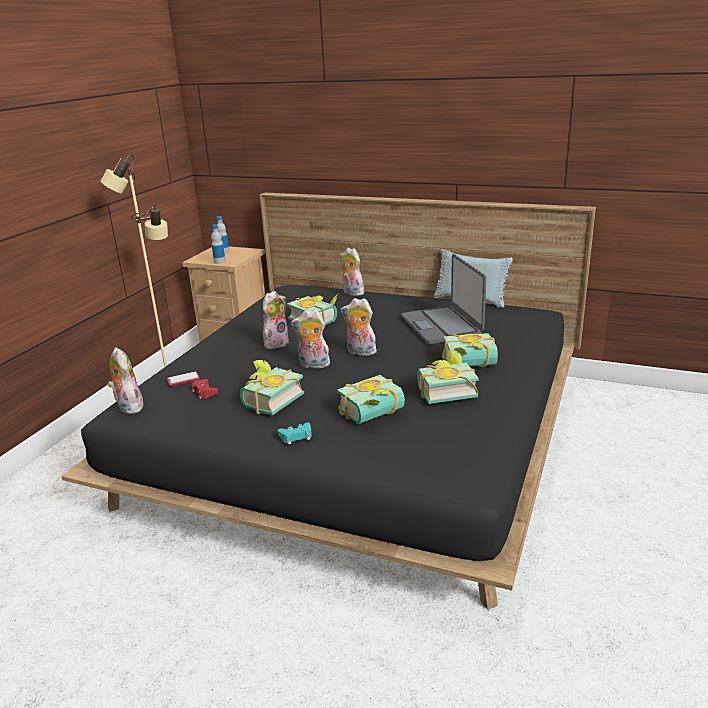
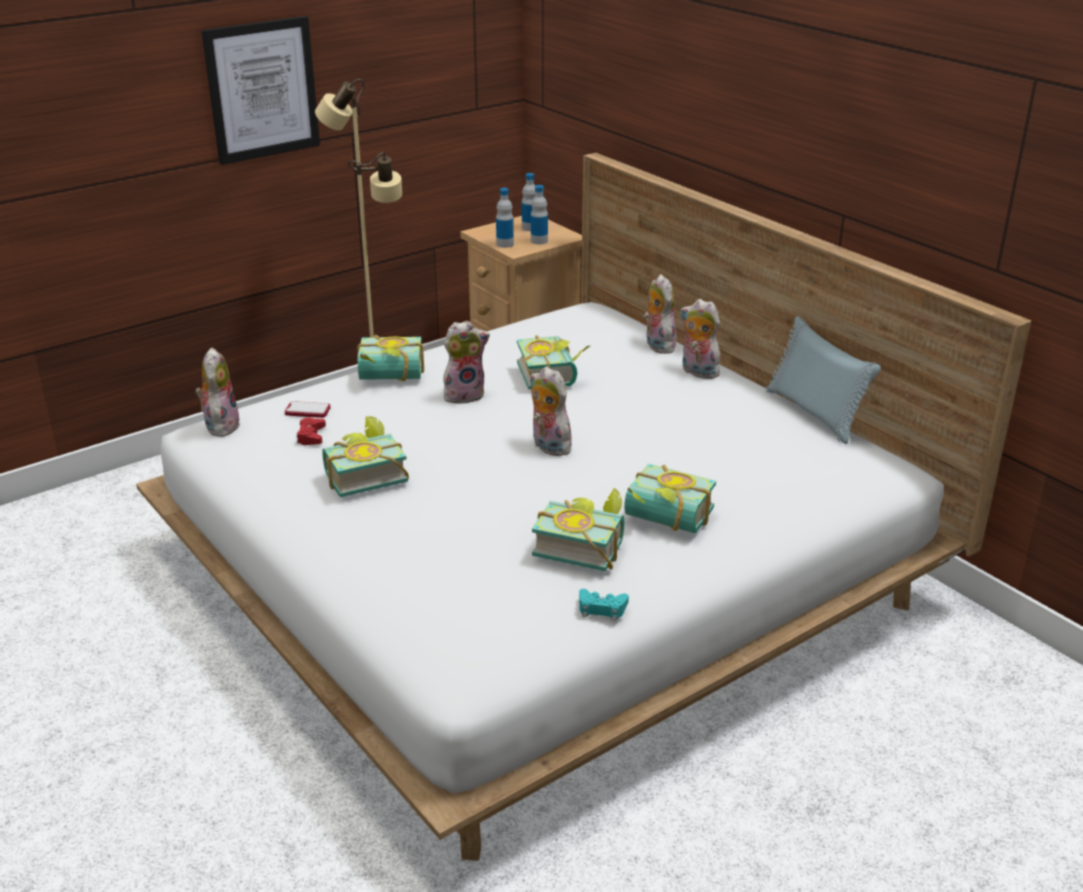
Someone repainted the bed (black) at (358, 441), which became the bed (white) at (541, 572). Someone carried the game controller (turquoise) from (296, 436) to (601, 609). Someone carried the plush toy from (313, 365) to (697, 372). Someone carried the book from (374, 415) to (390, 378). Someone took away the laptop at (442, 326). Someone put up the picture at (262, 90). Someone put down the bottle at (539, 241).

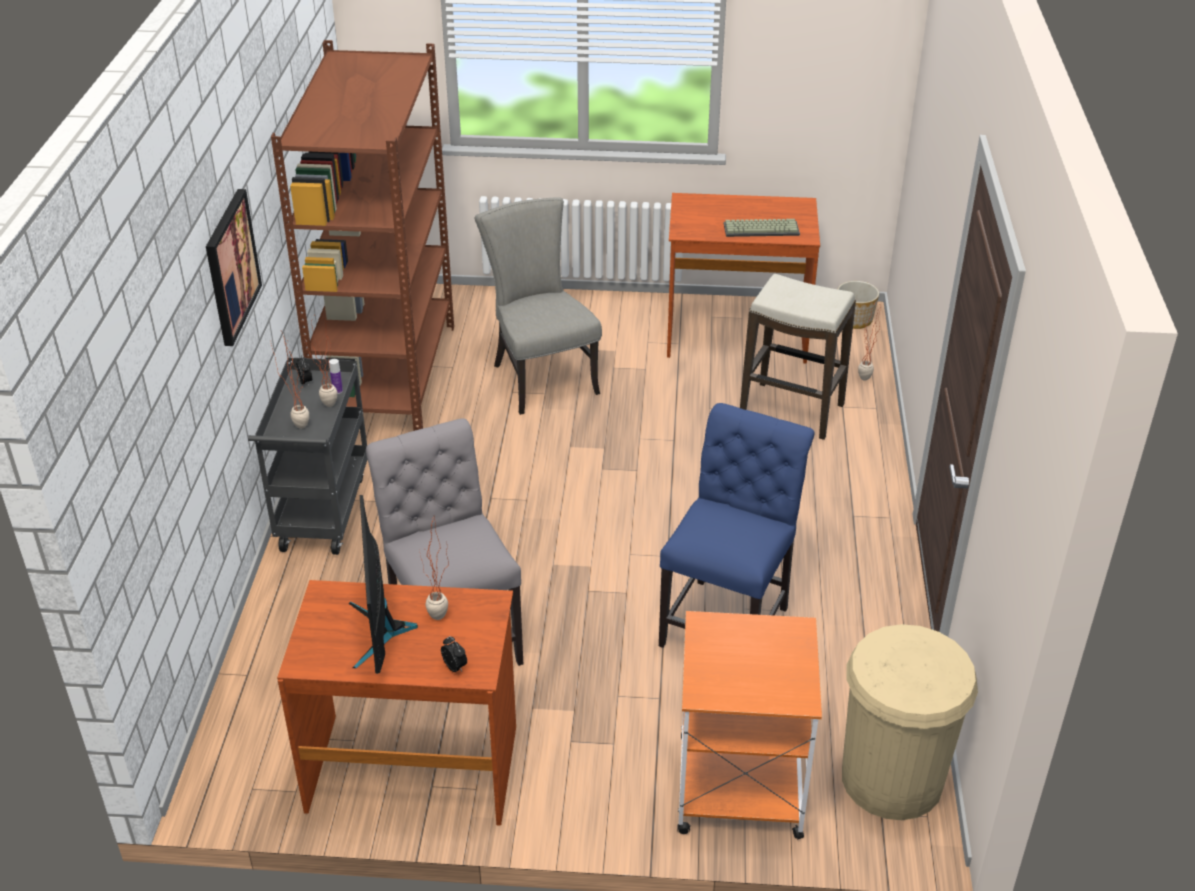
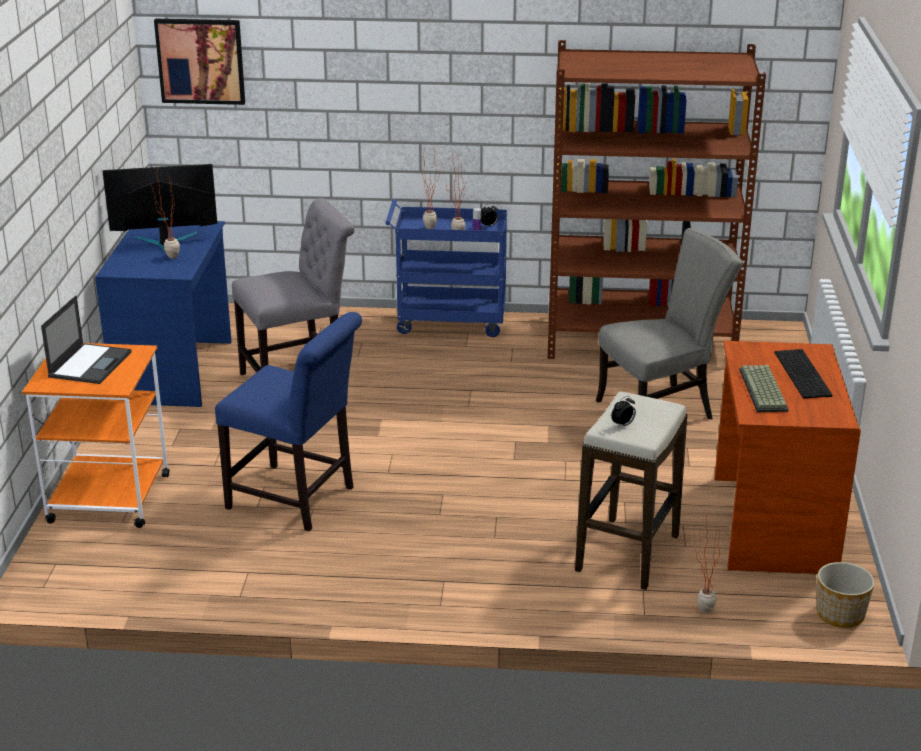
Someone carried the picture from (231, 266) to (200, 61). Someone repainted the cart (grey) at (323, 515), which became the cart (blue) at (448, 325). Someone repainted the desk (brown) at (414, 767), which became the desk (blue) at (175, 372). Someone carried the alarm clock from (455, 667) to (623, 425). Someone took away the trash can (beige) at (891, 779). Someone put down the laptop at (90, 364). Someone put down the keyboard at (804, 374).

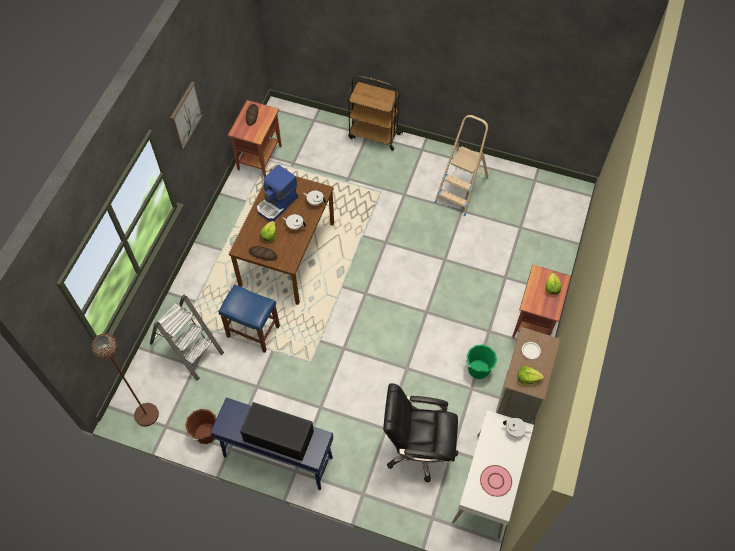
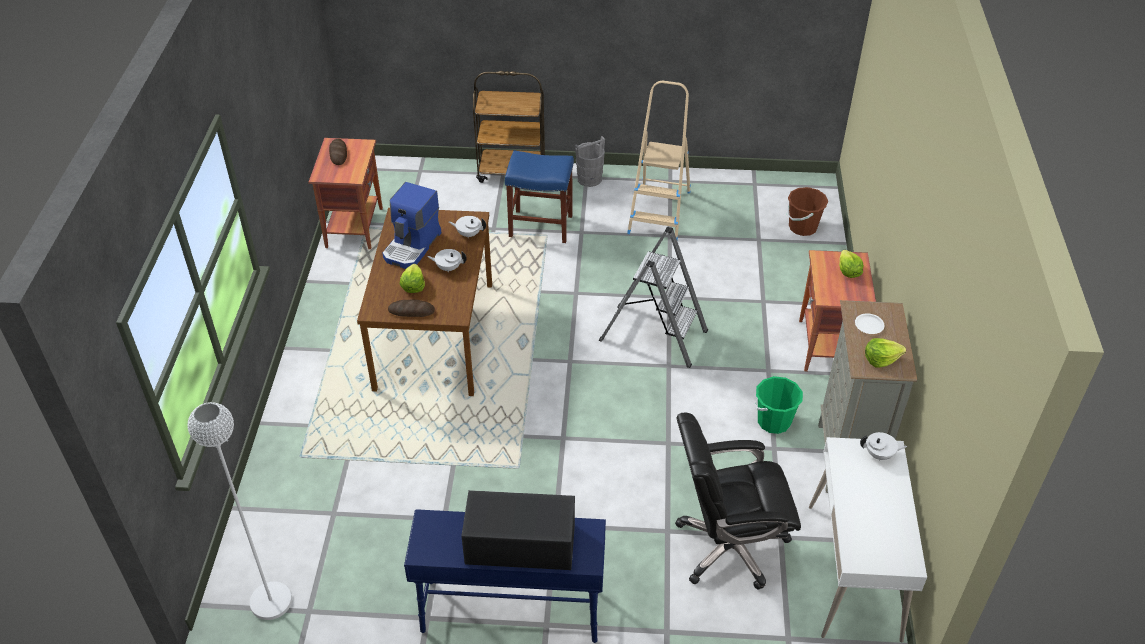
Someone repainted the floor lamp (brown) at (147, 414), which became the floor lamp (white) at (271, 601). Someone carried the step ladder (grey) from (186, 347) to (652, 334). Someone took away the picture at (185, 115). Someone carried the bucket (brown) from (206, 433) to (802, 227). Someone carried the stool (blue) from (252, 331) to (539, 226). Someone took away the plate (pink) at (495, 481). Someone put down the bucket (grey) at (589, 179).

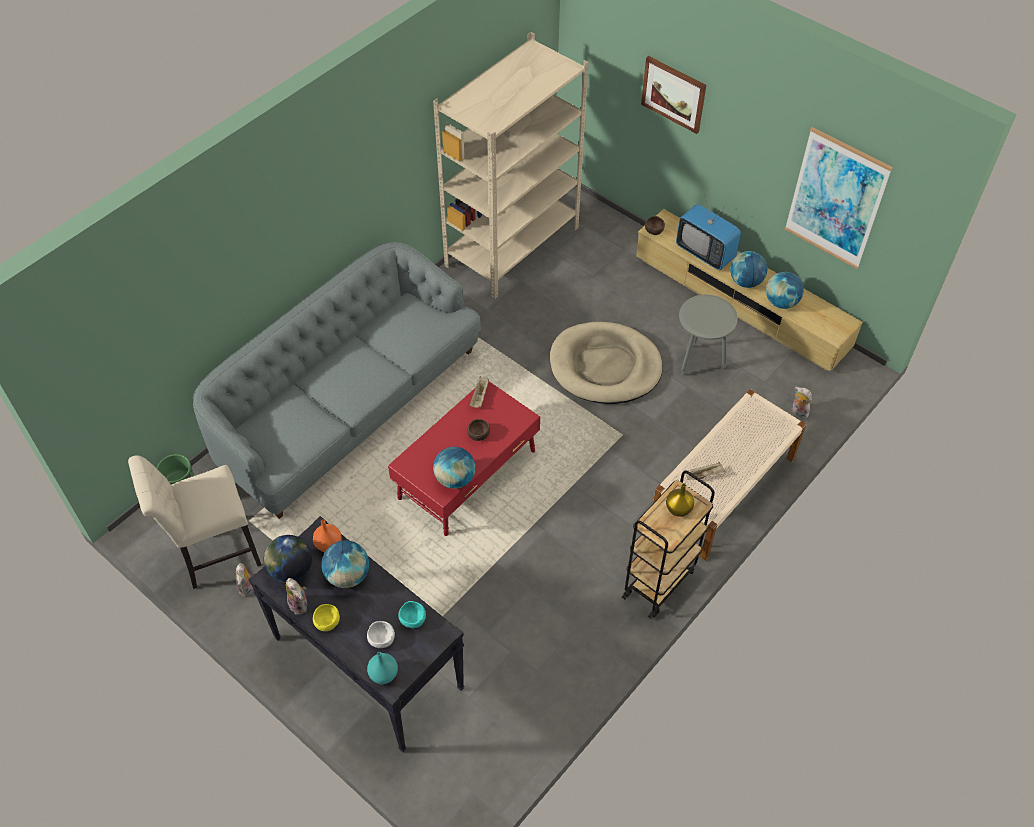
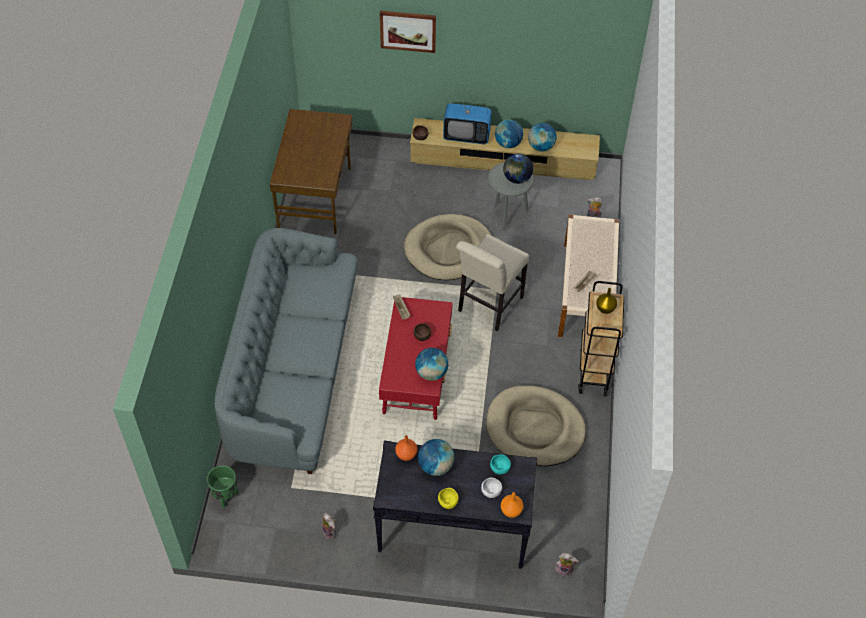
Someone carried the stool (beige) from (214, 553) to (488, 306). Someone carried the globe from (291, 570) to (517, 178). Someone carried the plush toy from (300, 604) to (565, 569). Someone repainted the vase (turquoise) at (383, 674), which became the vase (orange) at (510, 511). Someone swapped the bookcase (beige) at (512, 246) for the desk (brown) at (316, 197). Someone took away the picture at (836, 199). Someone put down the dog bed (beige) at (535, 428).

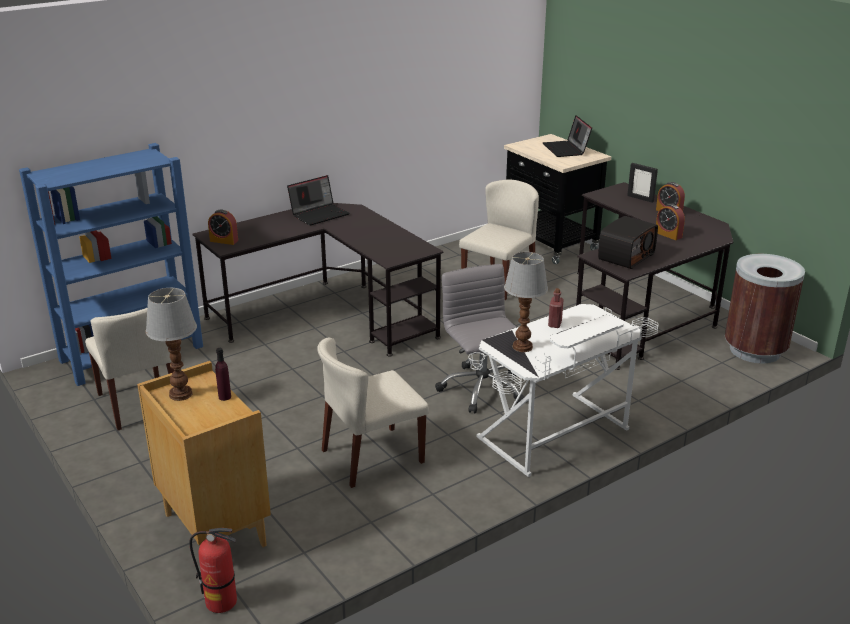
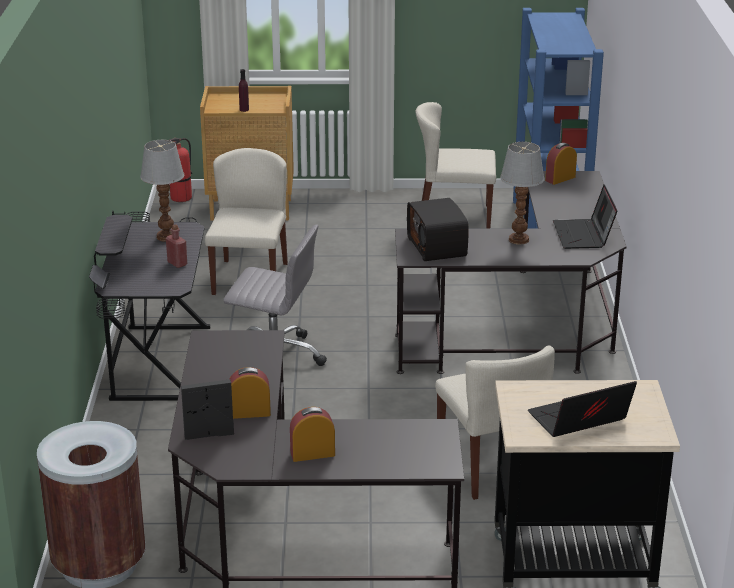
Someone carried the table lamp from (180, 394) to (518, 239). Someone repainted the desk (white) at (556, 435), which became the desk (black) at (156, 362). Someone rotated the laptop at (566, 149) by 45 degrees counterclockwise. Someone carried the radio from (625, 256) to (438, 247). Someone carried the picture frame from (640, 198) to (209, 435).

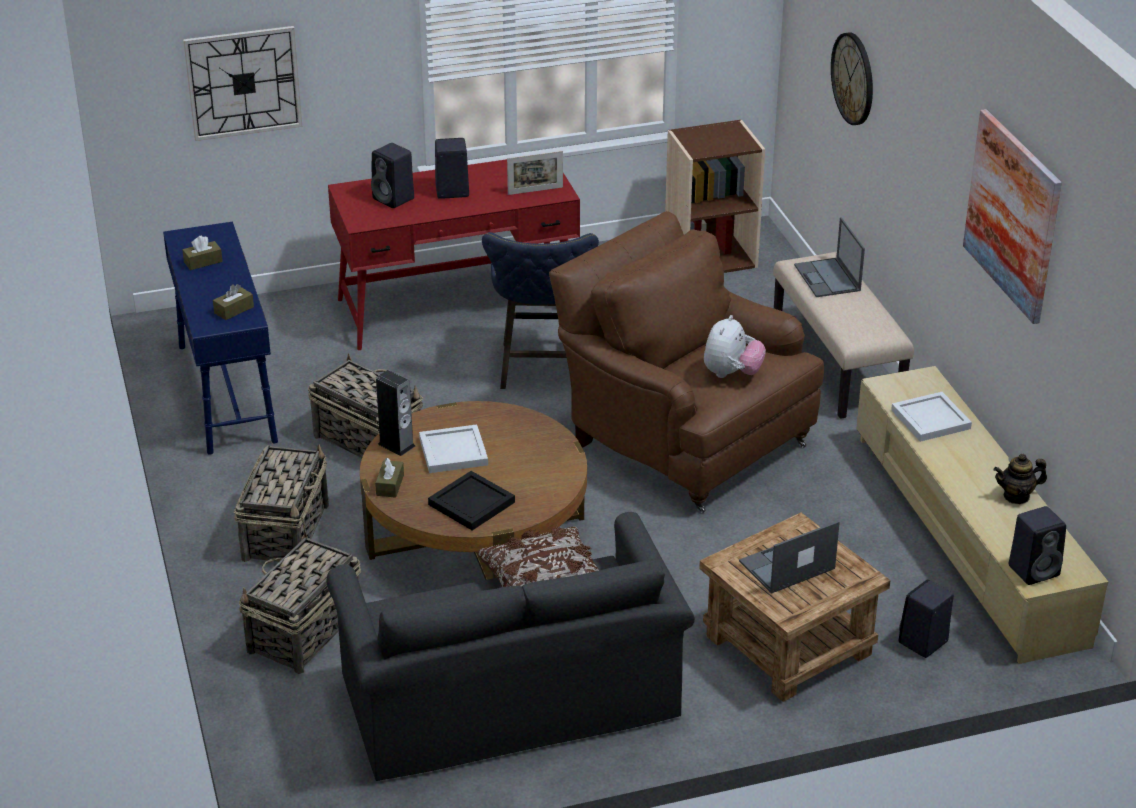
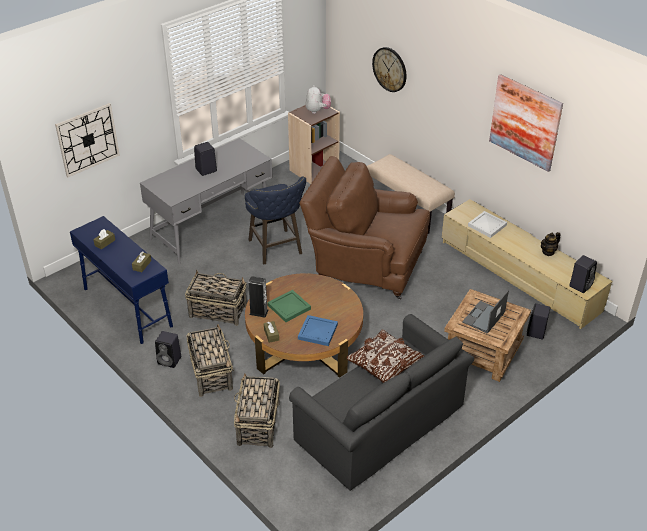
Someone repainted the desk (red) at (458, 307), which became the desk (grey) at (212, 227). Someone carried the speaker (black) from (394, 199) to (170, 360). Someone repainted the tray (white) at (454, 451), which became the tray (green) at (289, 306). Someone repainted the tray (black) at (473, 503), which became the tray (blue) at (318, 331). Someone took away the picture frame at (535, 191). Someone carried the plush toy from (731, 374) to (317, 111). Someone took away the laptop at (828, 278).

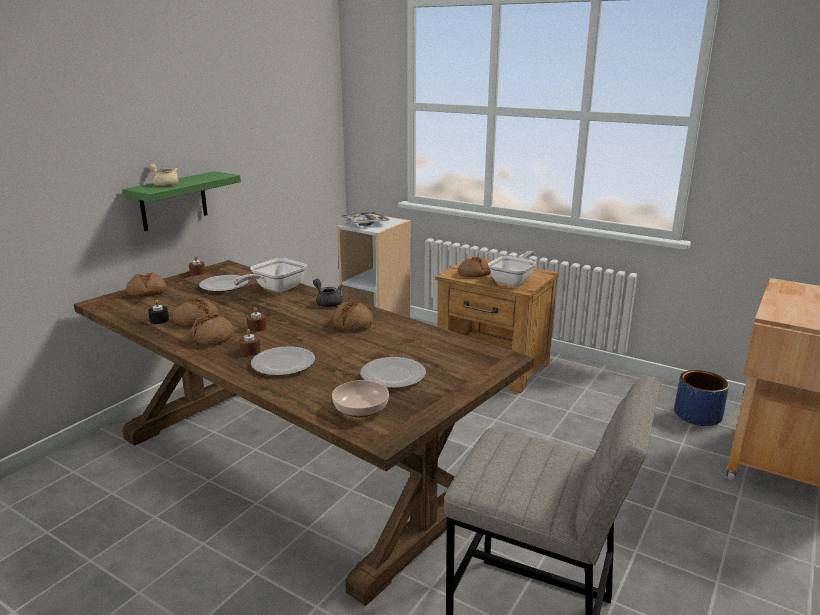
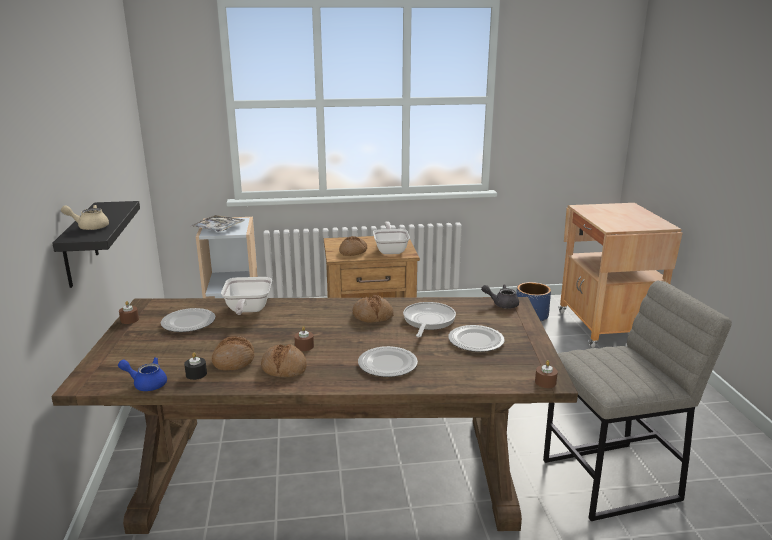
Someone repainted the shelf (green) at (173, 201), which became the shelf (black) at (79, 245). Someone took away the bread at (147, 292). Someone carried the candle (brown) from (250, 351) to (545, 382). Someone carried the teapot (grey) from (327, 302) to (501, 304). Someone took away the bowl at (361, 408). Someone put down the teapot (blue) at (146, 383). Someone put down the frying pan at (428, 321).

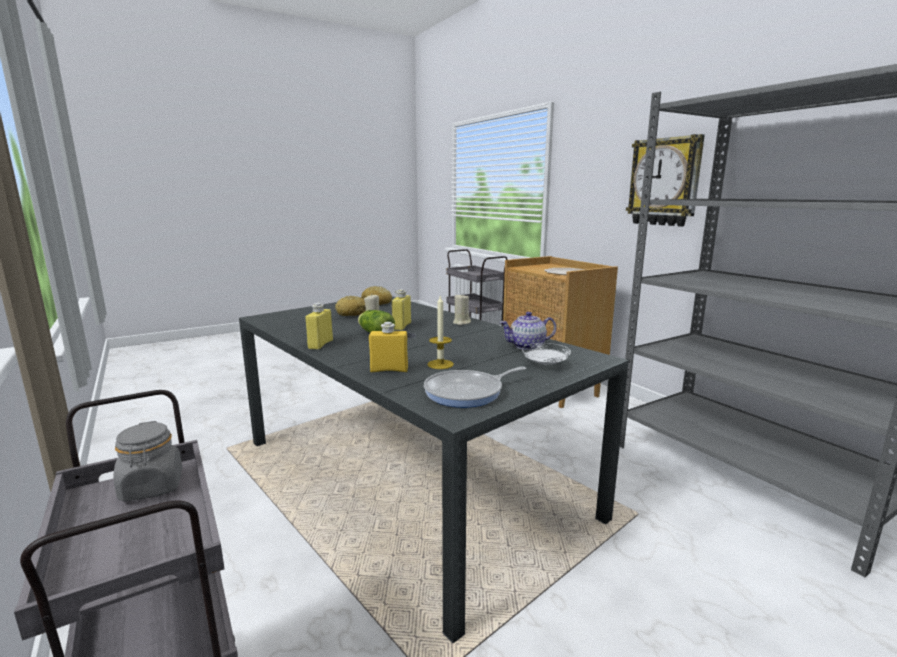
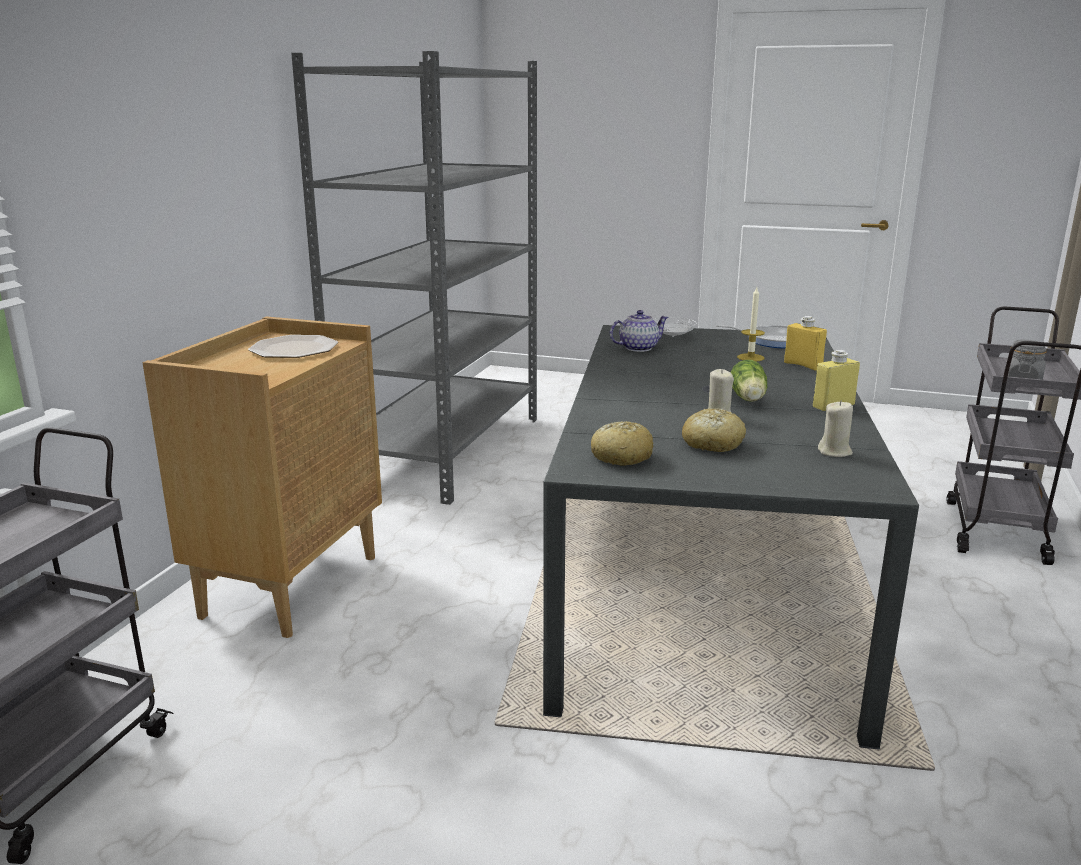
Someone took away the bottle (yellow) at (402, 326). Someone carried the candle (beige) from (461, 323) to (835, 452). Someone rotated the teapot at (527, 346) by 60 degrees counterclockwise. Someone took away the wall clock at (664, 182).

